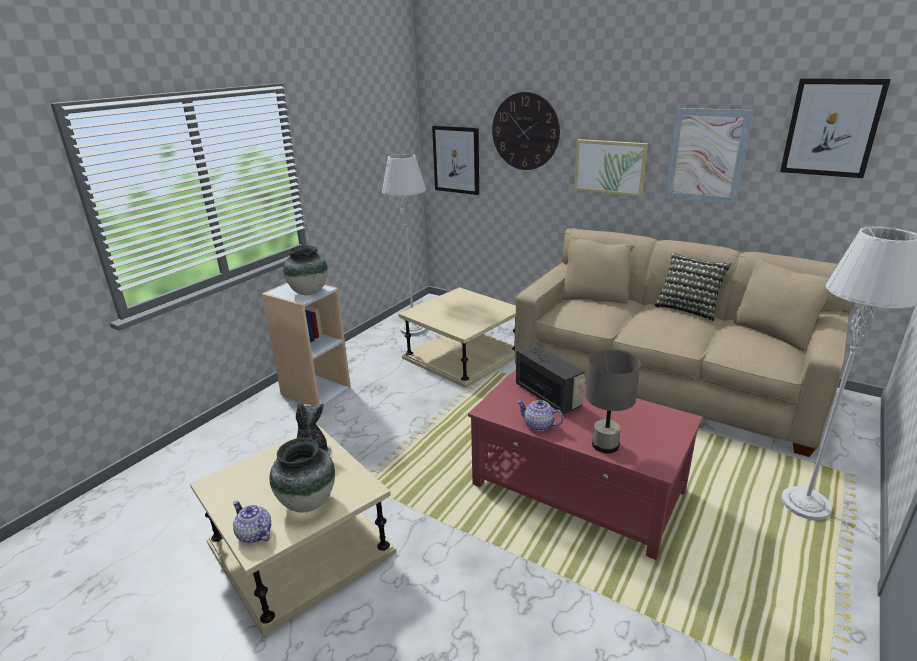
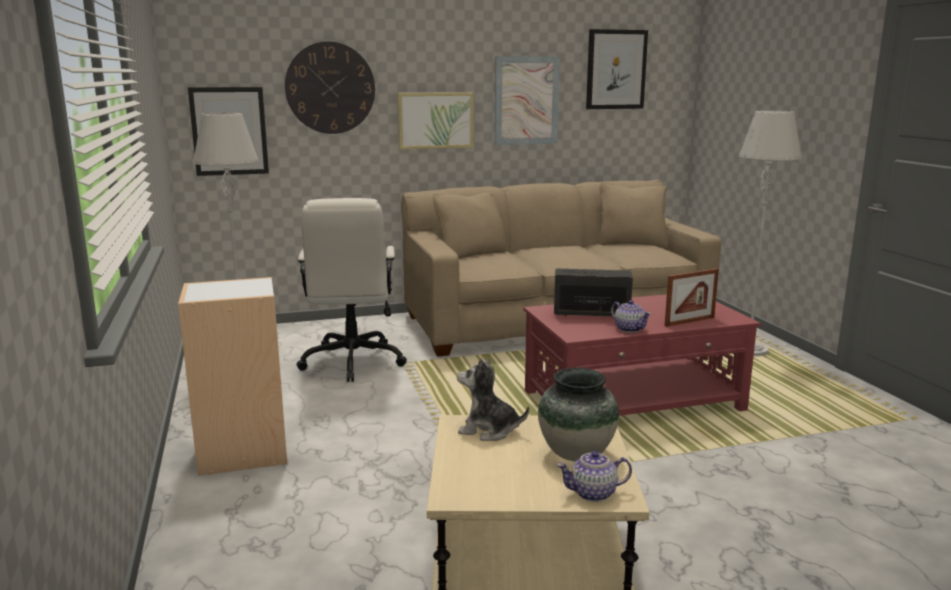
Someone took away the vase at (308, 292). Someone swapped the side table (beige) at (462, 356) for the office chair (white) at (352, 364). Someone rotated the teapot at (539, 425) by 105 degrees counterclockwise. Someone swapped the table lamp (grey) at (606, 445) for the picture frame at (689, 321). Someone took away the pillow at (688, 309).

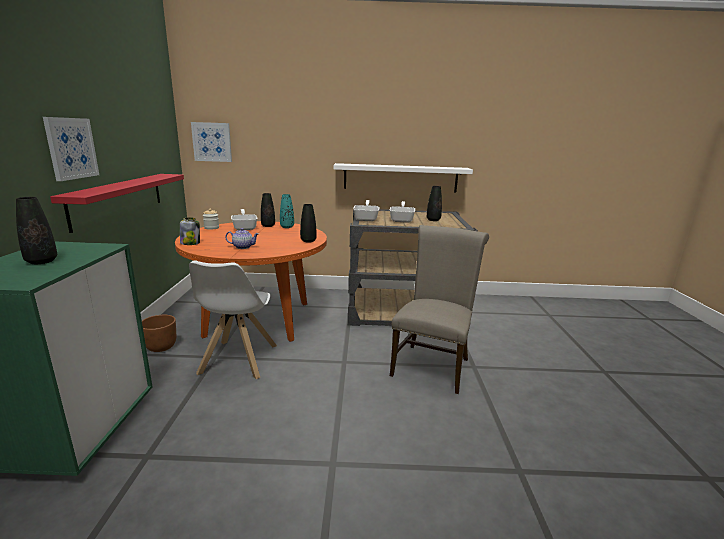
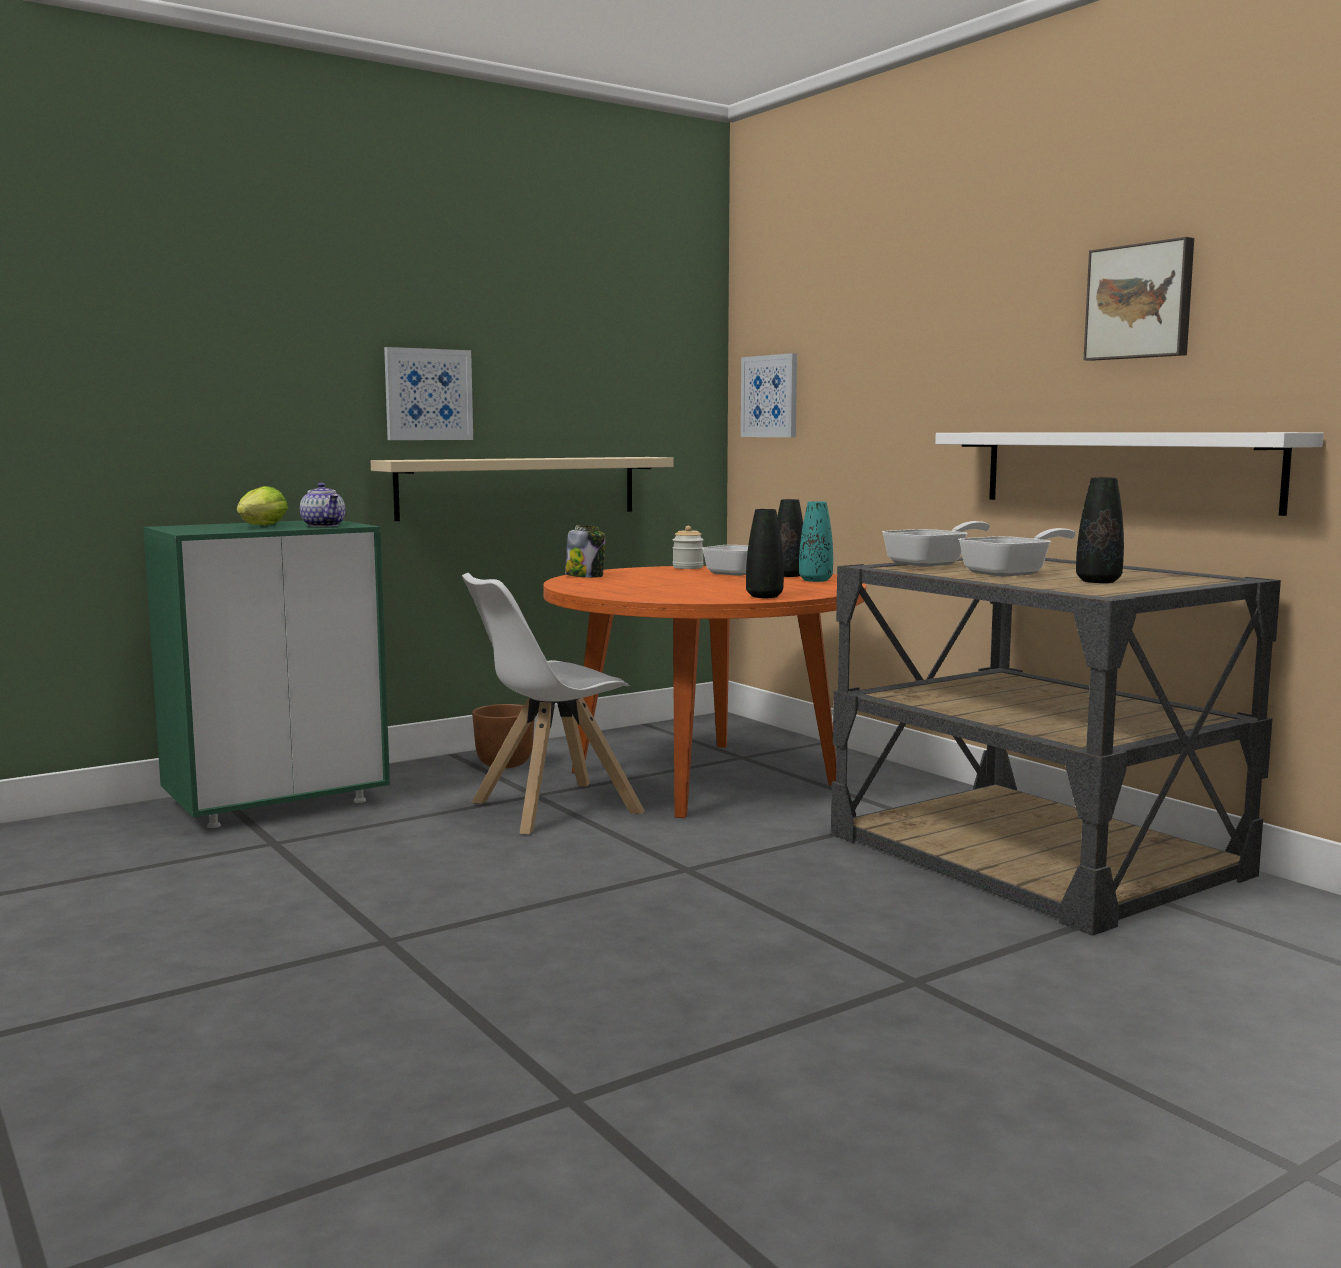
Someone swapped the vase (black) at (41, 261) for the lettuce at (262, 526). Someone repainted the shelf (red) at (119, 199), which became the shelf (beige) at (519, 487). Someone carried the teapot from (243, 247) to (324, 525). Someone took away the chair (beige) at (432, 364). Someone put up the picture at (1140, 301).

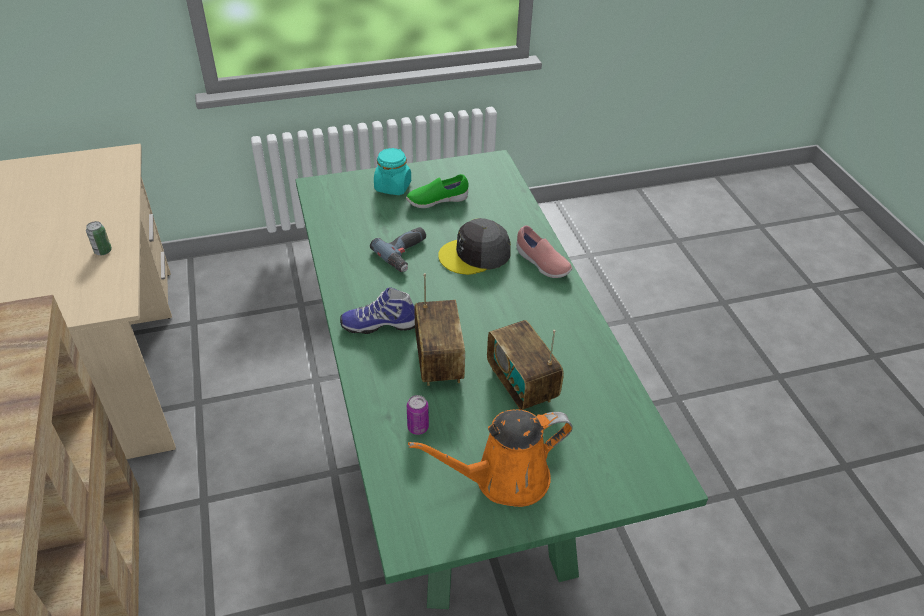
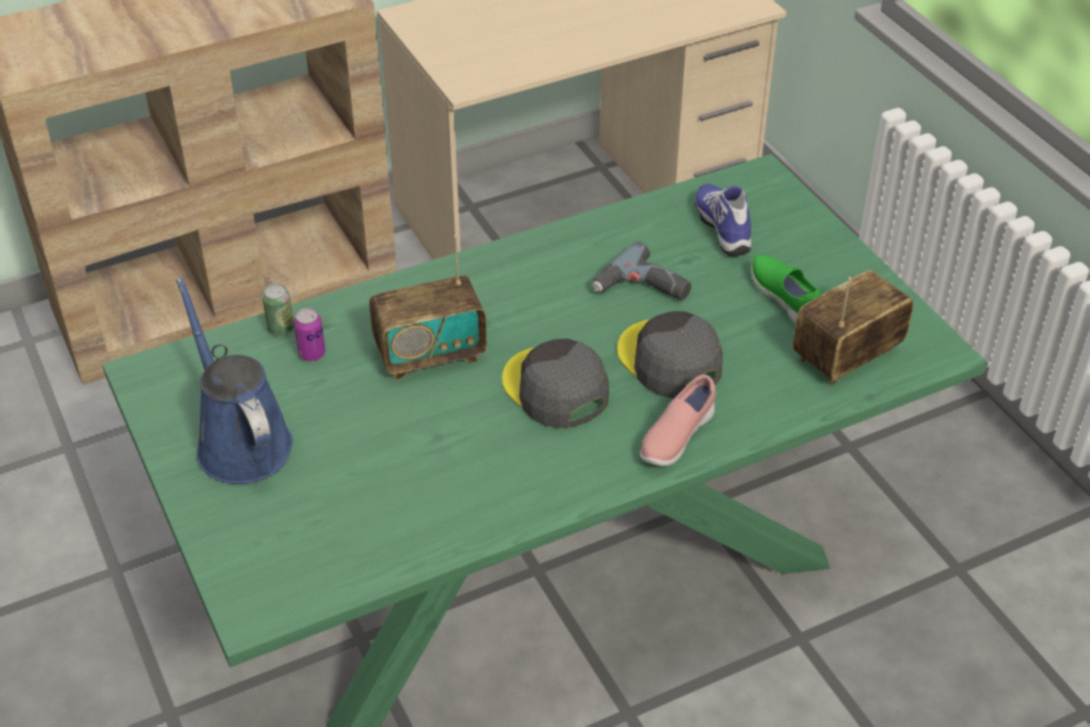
Someone carried the can from (103, 251) to (281, 329). Someone carried the shoe from (380, 324) to (724, 228). Someone took away the jar (turquoise) at (393, 186). Someone repainted the watering can (orange) at (504, 478), which became the watering can (blue) at (240, 441). Someone carried the radio from (521, 385) to (847, 356). Someone put down the cap (grey) at (555, 389).

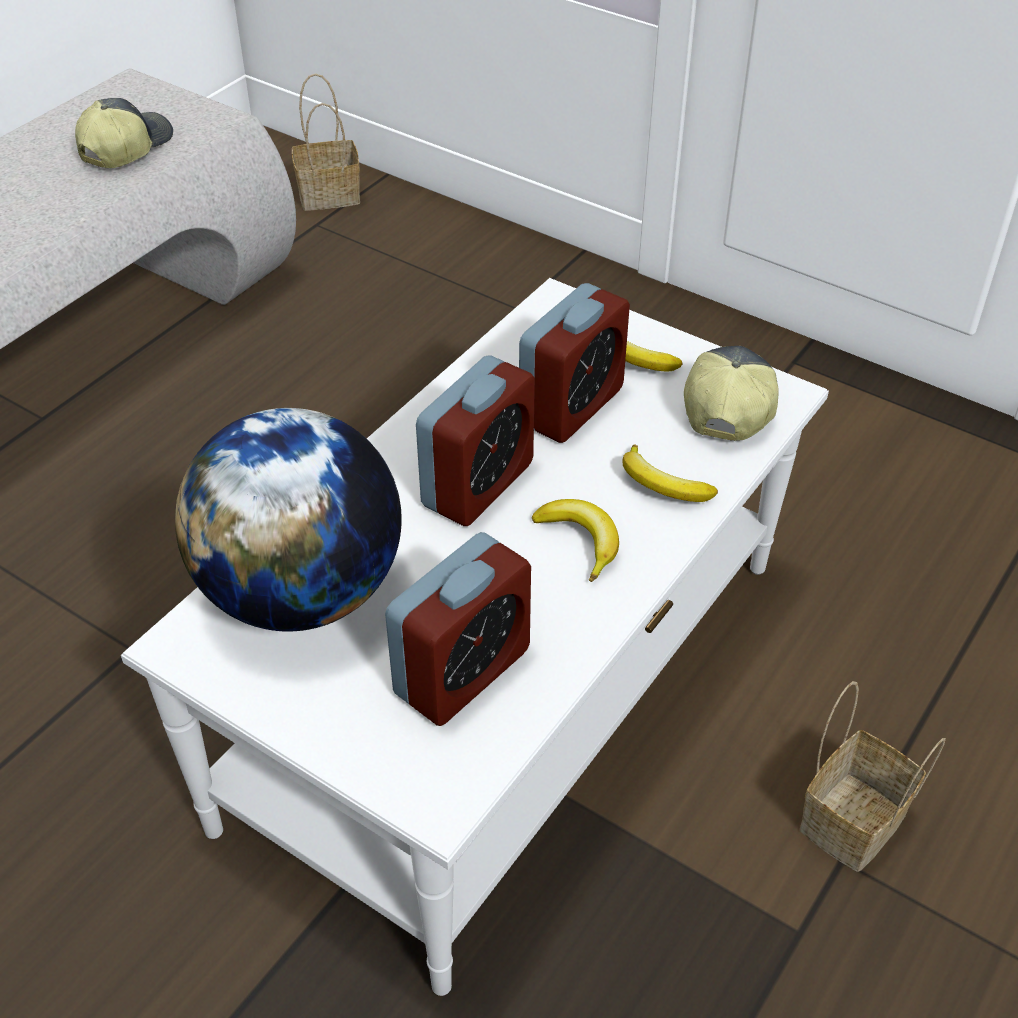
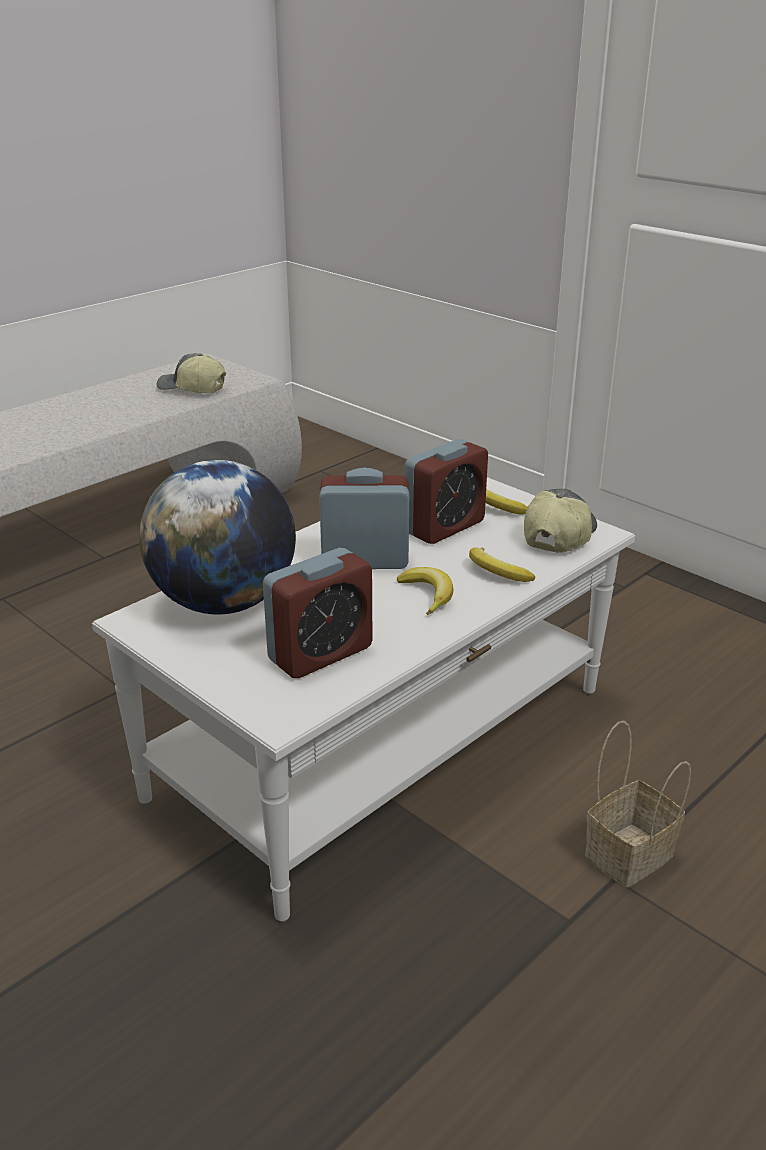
Someone rotated the cap at (125, 147) by 105 degrees counterclockwise. Someone took away the basket at (331, 194). Someone rotated the alarm clock at (478, 485) by 135 degrees counterclockwise.

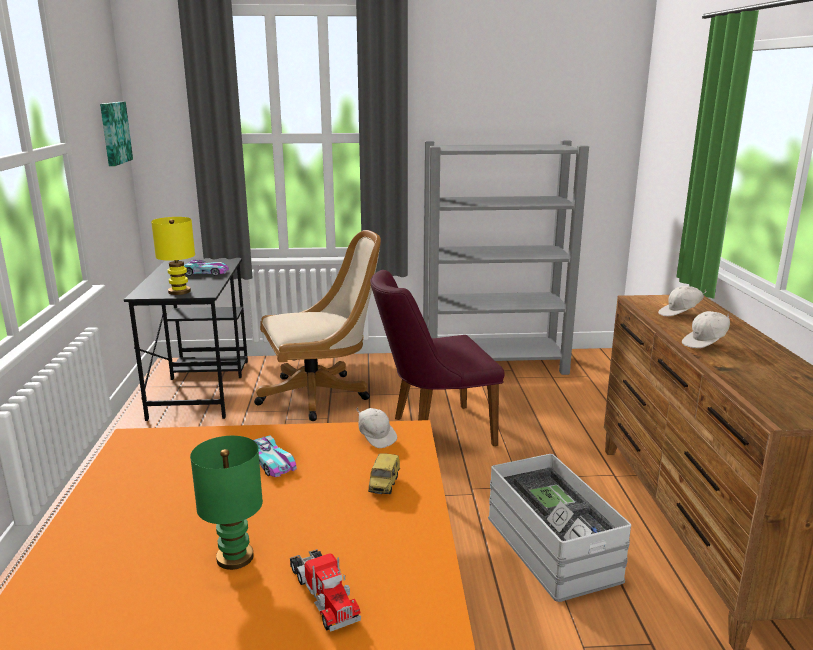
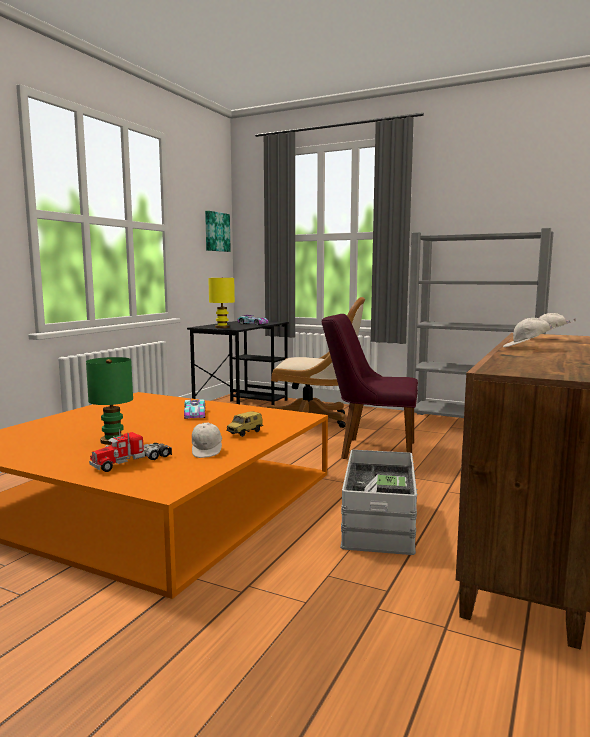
Someone rotated the toy truck at (323, 594) by 45 degrees clockwise. Someone carried the cap (white) from (376, 437) to (207, 451).

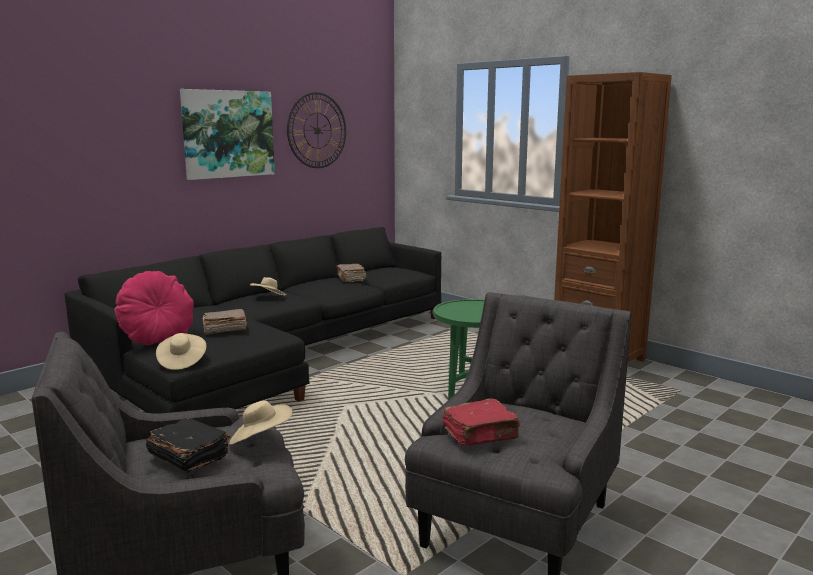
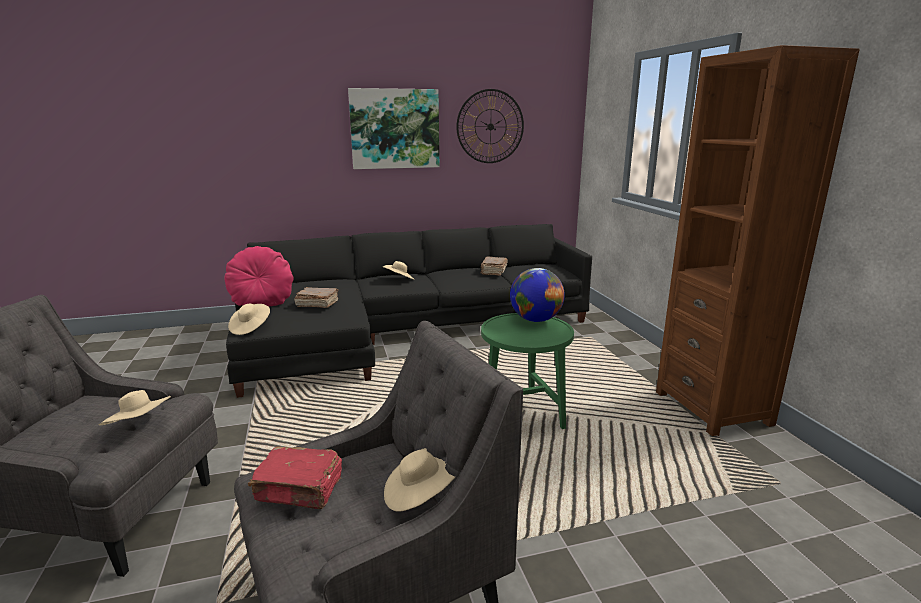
Someone took away the book (black) at (189, 457). Someone put down the hat (beige) at (420, 494). Someone put down the globe at (535, 320).

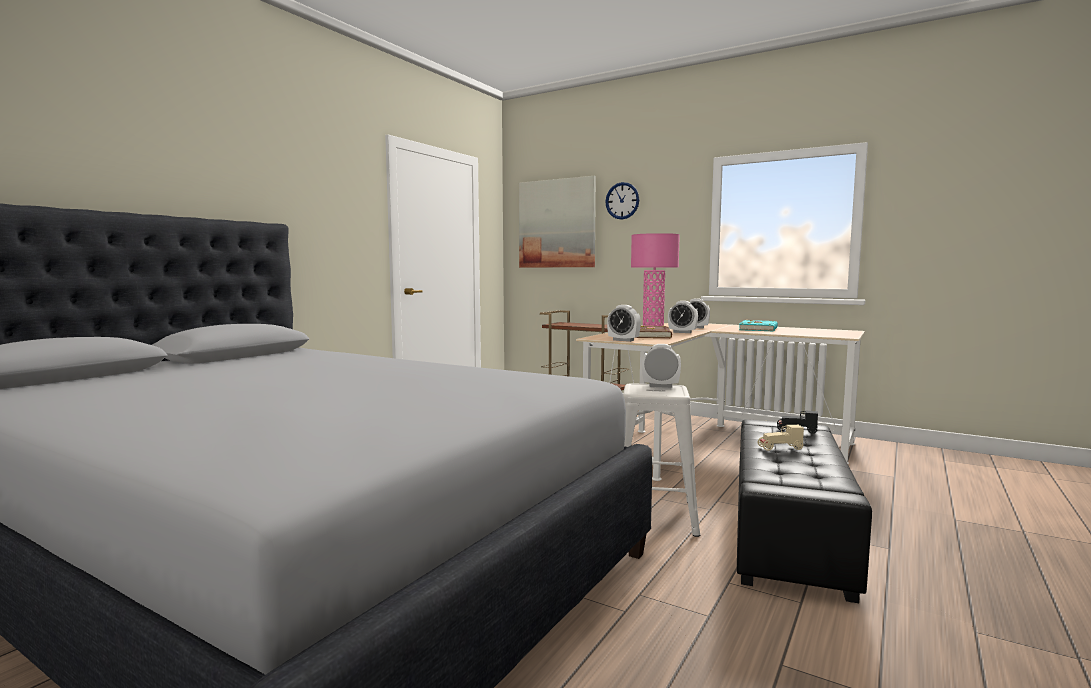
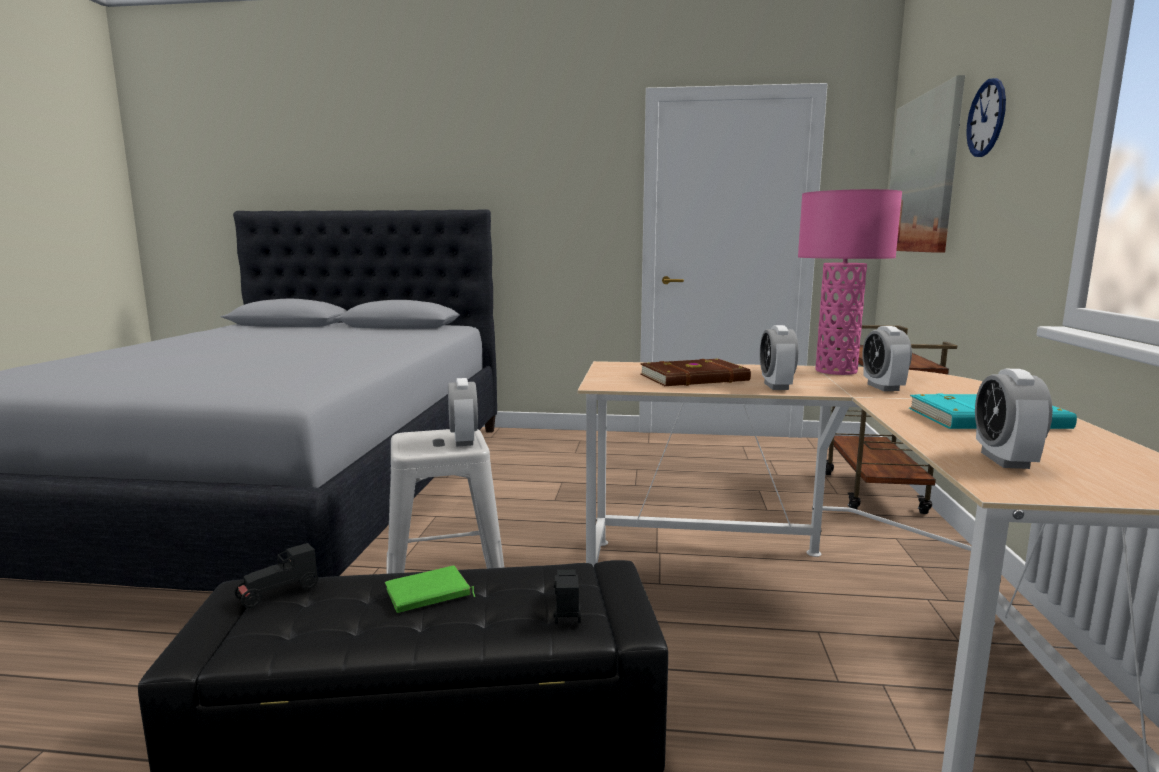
Someone carried the alarm clock from (623, 340) to (1004, 460). Someone swapped the toy car (beige) at (780, 448) for the book (green) at (428, 595). Someone put down the toy car (black) at (278, 594).

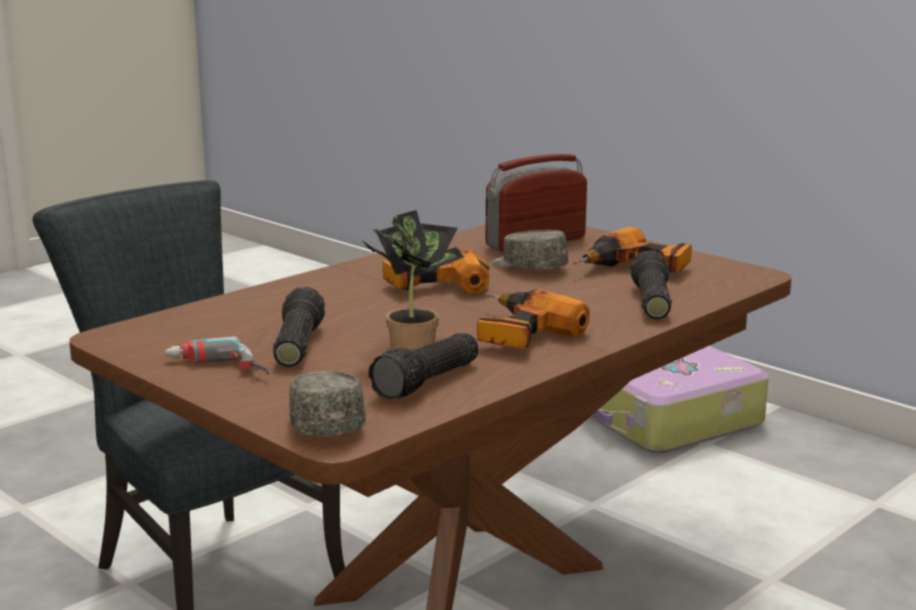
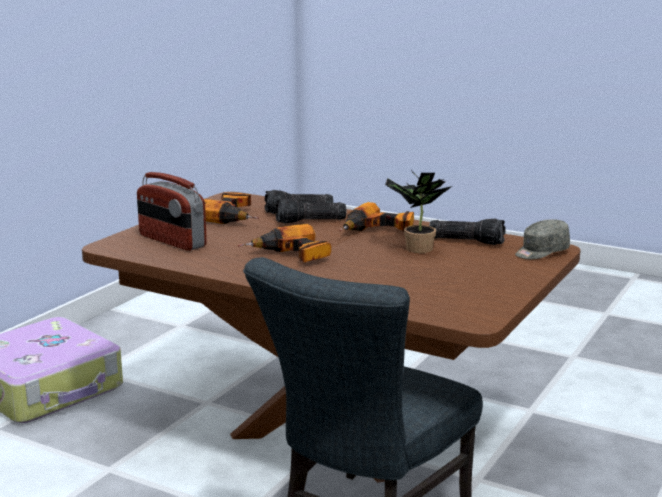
Someone took away the power drill at (215, 370). Someone carried the flashlight from (296, 345) to (310, 221). Someone took away the cap (grey) at (528, 267).

